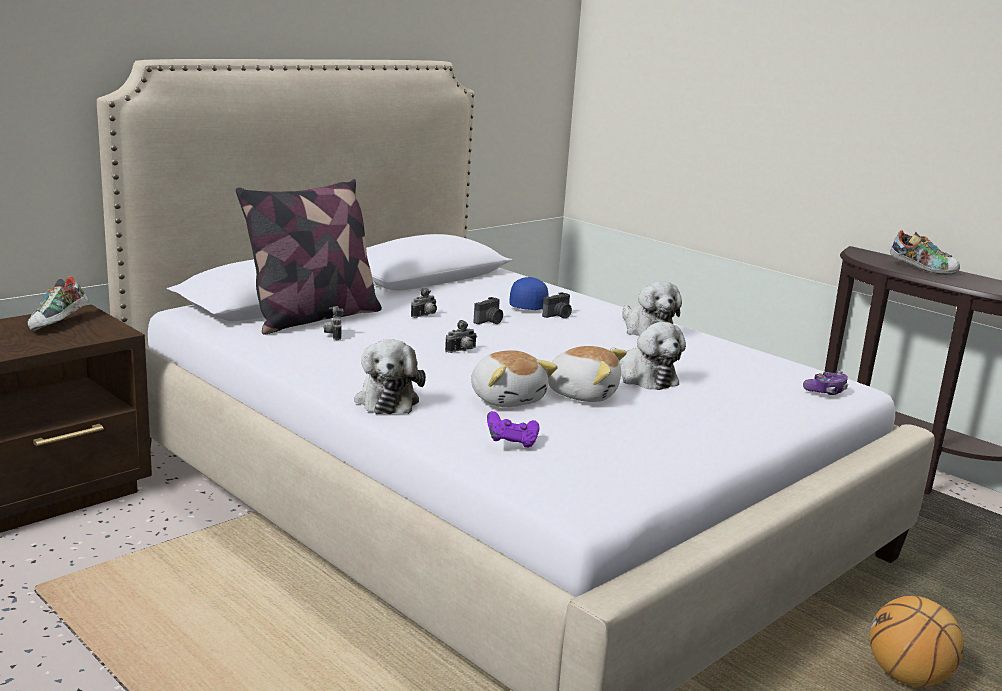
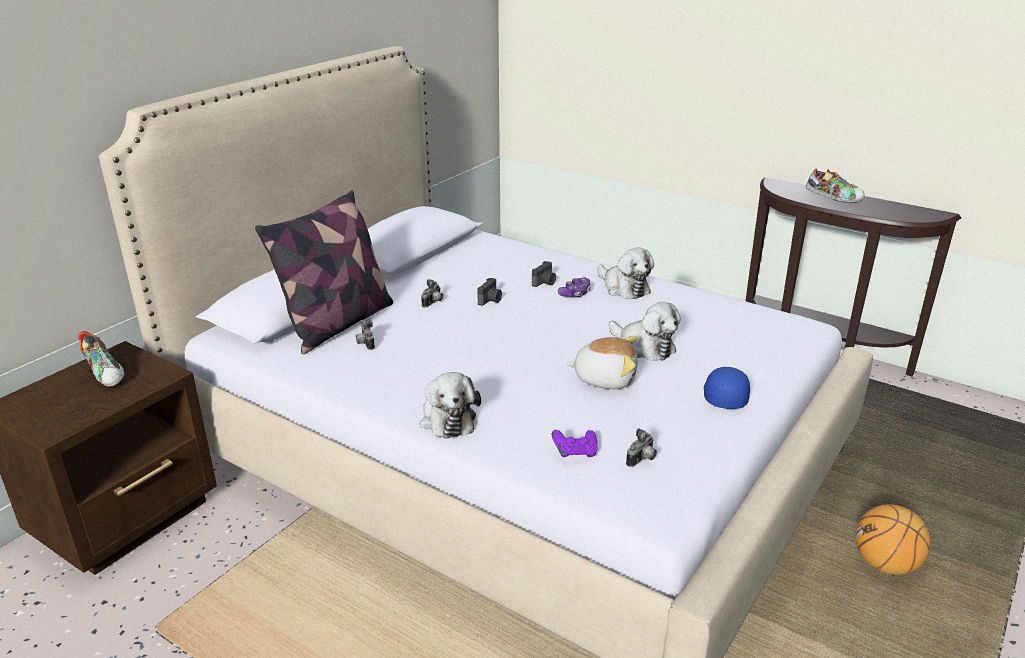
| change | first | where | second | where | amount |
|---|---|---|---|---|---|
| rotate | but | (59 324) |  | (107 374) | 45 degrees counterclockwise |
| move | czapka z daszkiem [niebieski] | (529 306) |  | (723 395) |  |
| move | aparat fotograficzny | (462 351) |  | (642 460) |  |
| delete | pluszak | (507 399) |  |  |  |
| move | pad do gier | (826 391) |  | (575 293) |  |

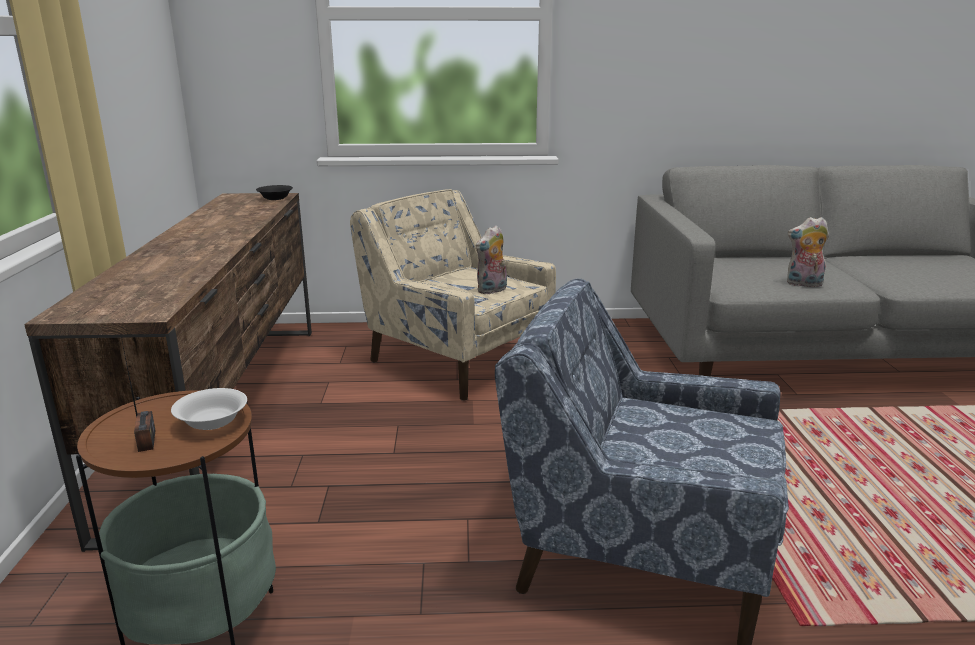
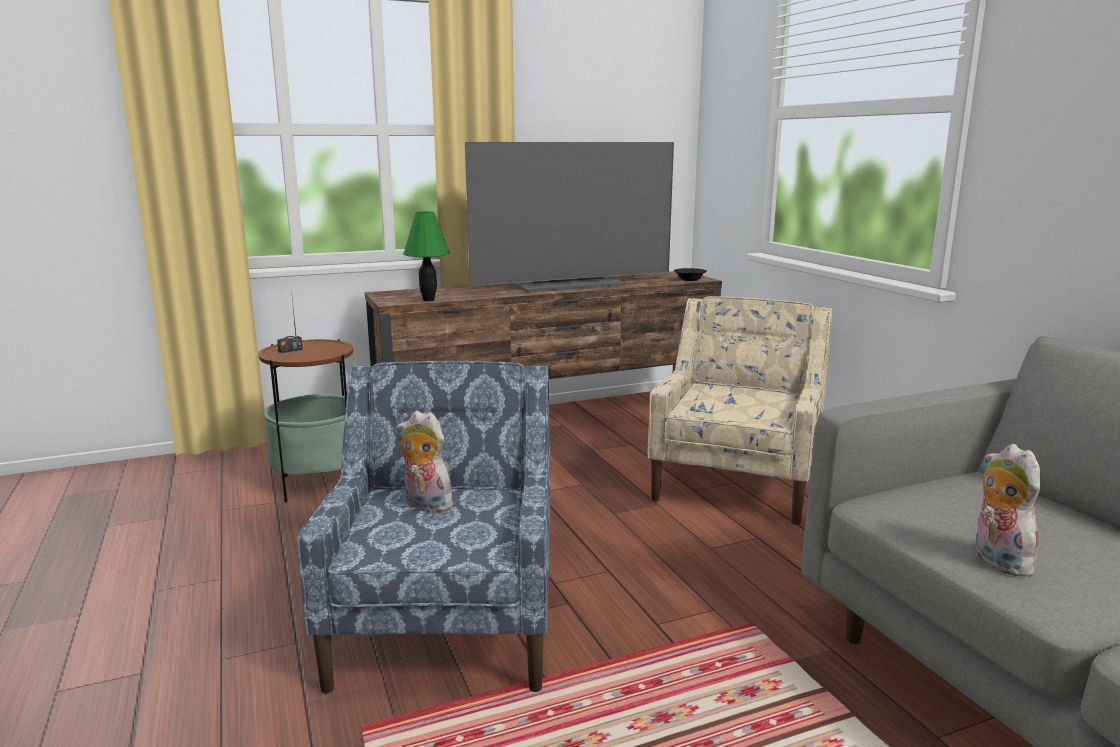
| change | first | where | second | where | amount |
|---|---|---|---|---|---|
| move | pluszak | (492 290) |  | (425 505) |  |
| delete | miska [biały] | (211 421) |  |  |  |
| insert |  |  | telewizor | (569 284) |  |
| insert |  |  | lampa stołowa [zielony] | (428 300) |  |

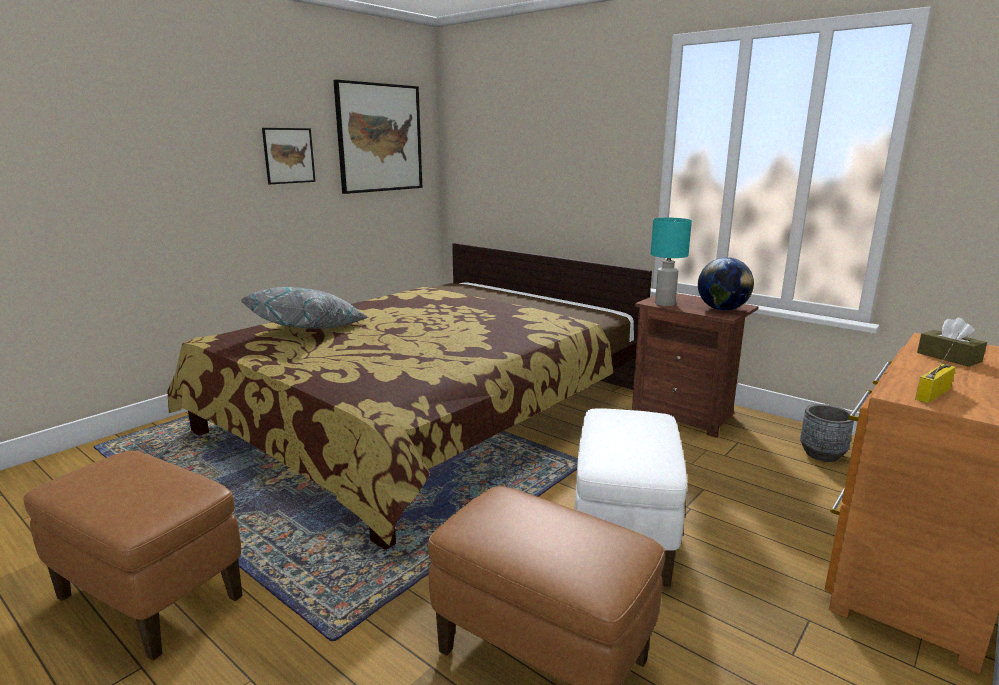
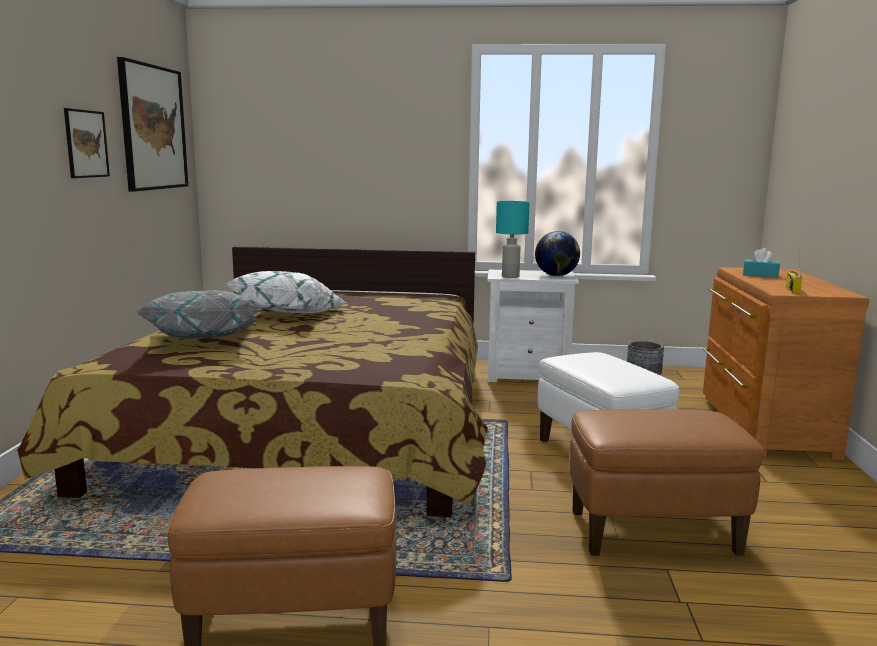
| change | first | where | second | where | amount |
|---|---|---|---|---|---|
| recolor | szafka nocna [brązowy] | (686 414) | szafka nocna [biały] | (528 375) |  |
| recolor | pudełko chusteczek [brązowy] | (948 357) | pudełko chusteczek [turkusowy] | (760 275) |  |
| insert |  |  | poduszka [biały] | (291 314) |  |

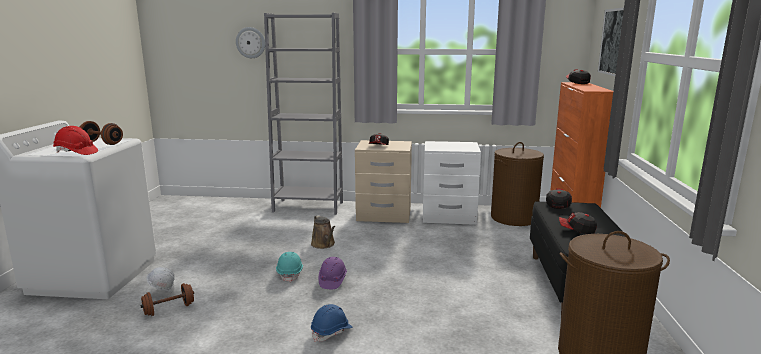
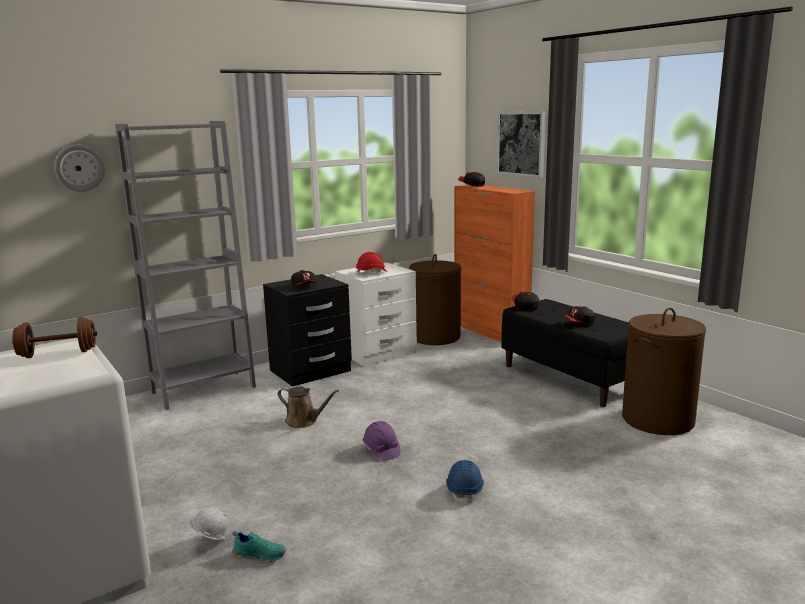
| change | first | where | second | where | amount |
|---|---|---|---|---|---|
| move | kask [czerwony] | (76 153) |  | (372 273) |  |
| recolor | szafka nocna [beżowy] | (384 215) | szafka nocna [czarny] | (311 371) |  |
| delete | kask [turkusowy] | (290 273) |  |  |  |
| replace | hantel [brązowy] | (169 309) | but [turkusowy] | (260 555) |  |

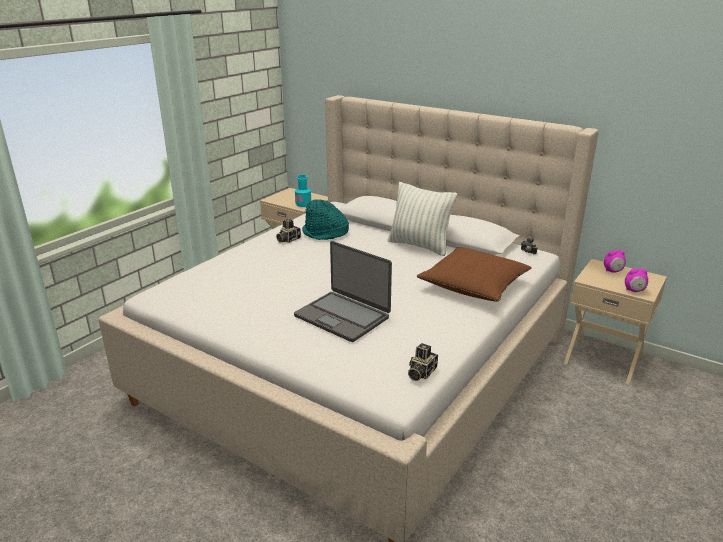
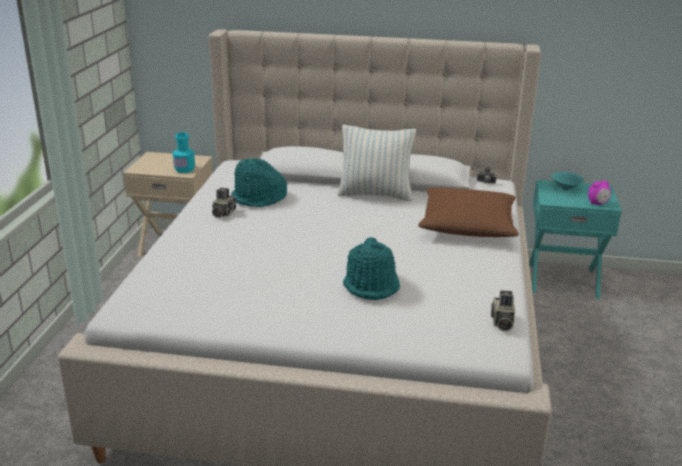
| change | first | where | second | where | amount |
|---|---|---|---|---|---|
| replace | laptop | (342 316) | kapelusz [turkusowy] | (371 285) |  |
| replace | budzik | (613 271) | miska [turkusowy] | (565 188) |  |
| recolor | szafka nocna [beżowy] | (604 358) | szafka nocna [turkusowy] | (562 279) |  |

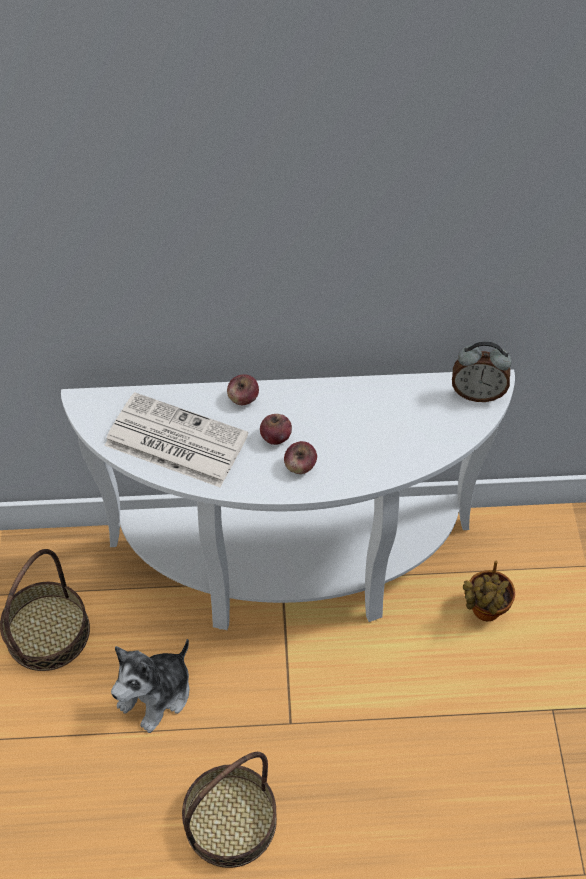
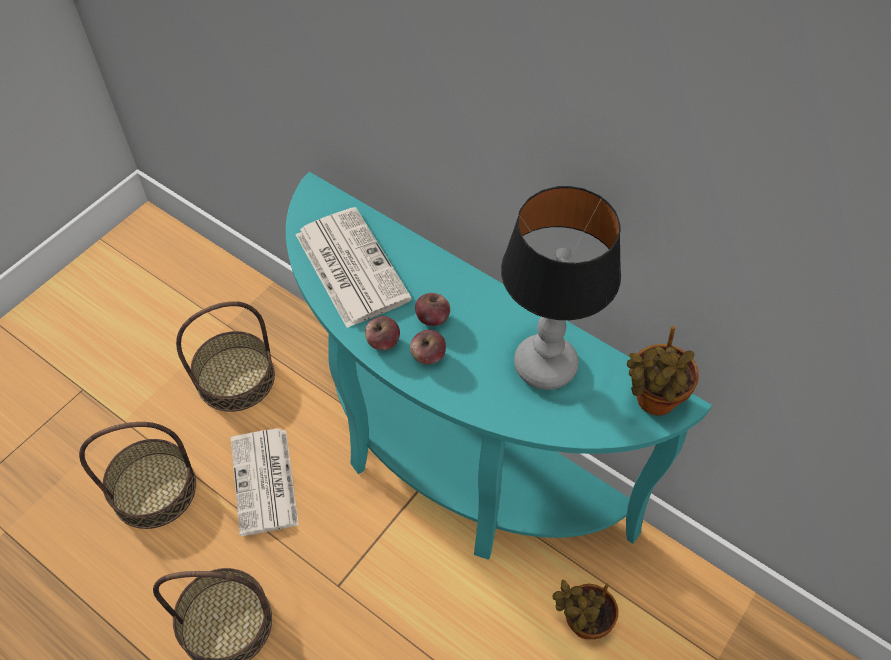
| change | first | where | second | where | amount |
|---|---|---|---|---|---|
| replace | budzik | (477 393) | roślina doniczkowa | (652 402) |  |
| recolor | stolik konsolowy [biały] | (292 571) | stolik konsolowy [turkusowy] | (451 466) |  |
| move | jabłko | (243 398) |  | (383 342) |  |
| replace | pluszak | (157 694) | gazeta | (265 483) |  |
| insert |  |  | lampa stołowa | (545 364) |  |
| insert |  |  | koszyk | (154 489) |  |

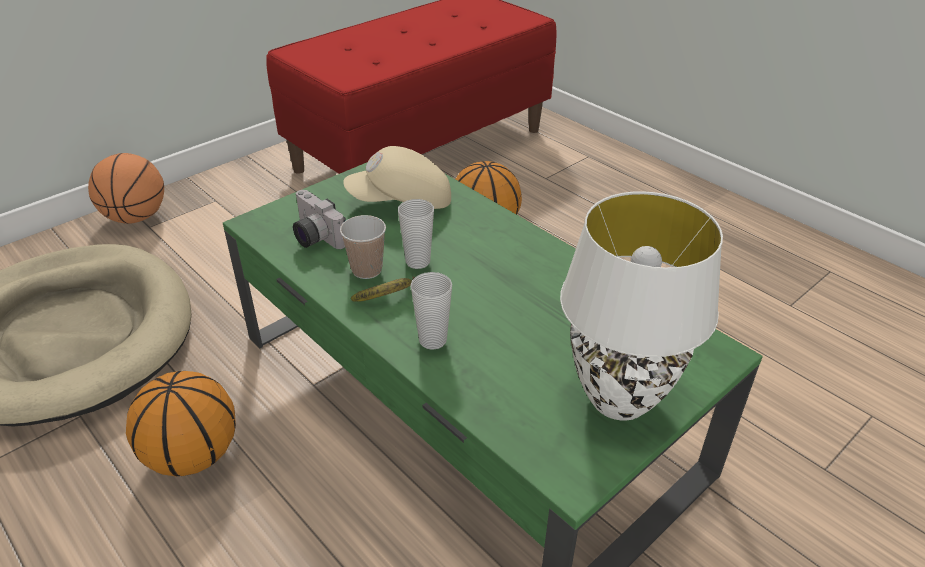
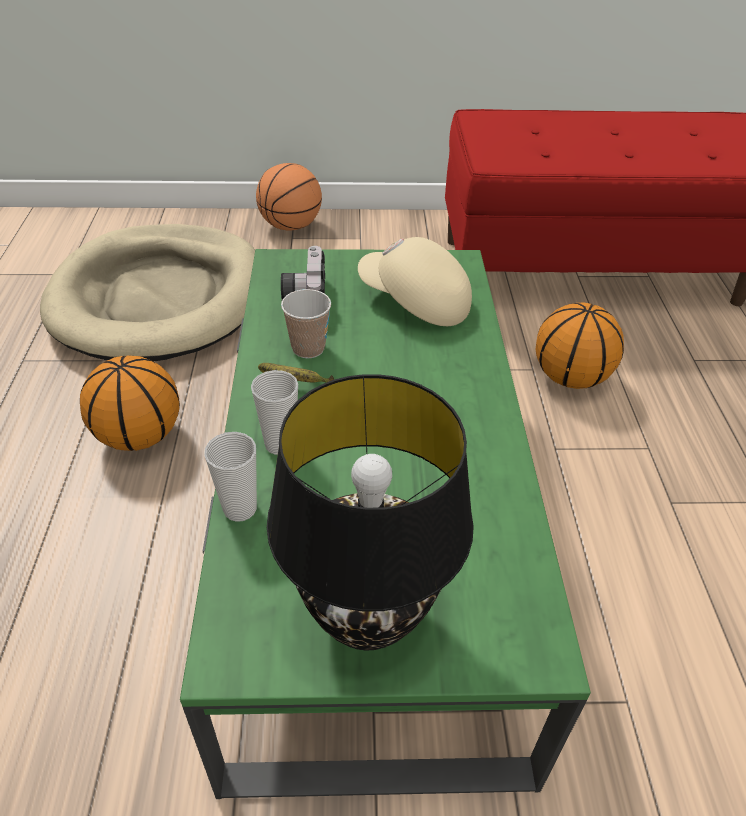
| change | first | where | second | where | amount |
|---|---|---|---|---|---|
| recolor | lampa stołowa [biały] | (619 398) | lampa stołowa [czarny] | (369 616) |  |
| move | filiżanka | (418 261) |  | (240 508) |  |

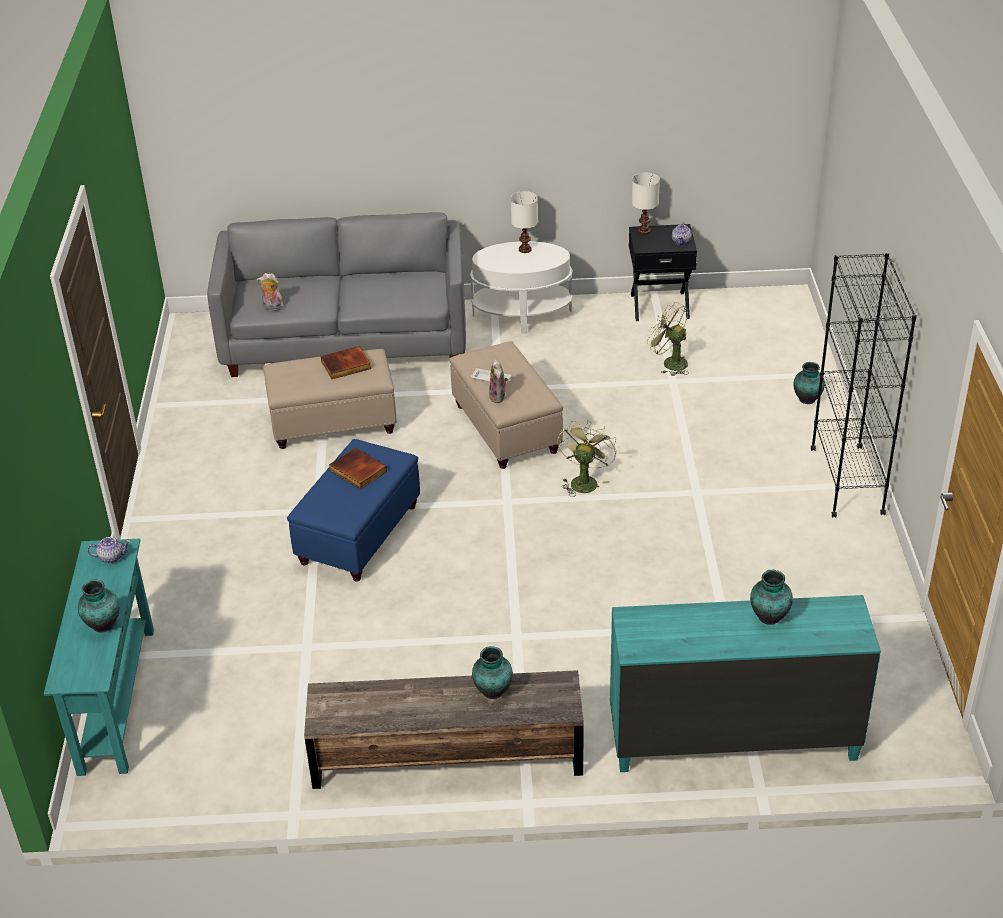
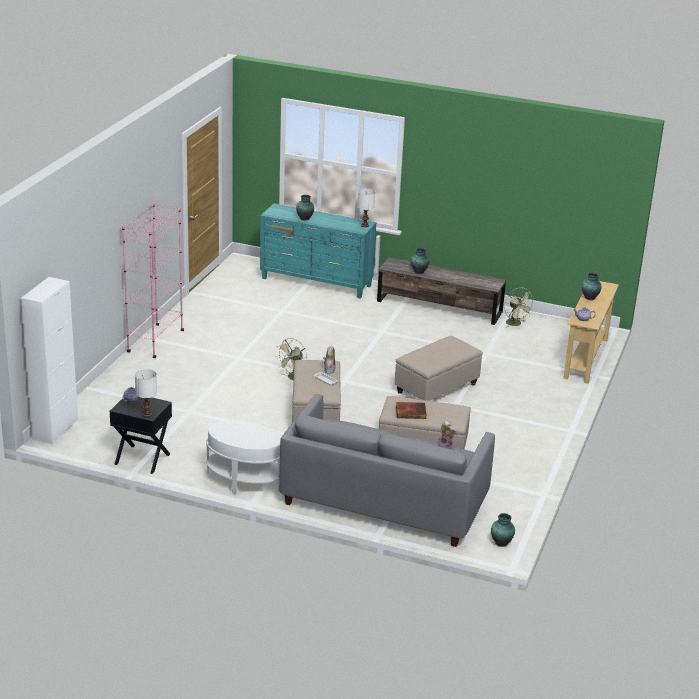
| change | first | where | second | where | amount |
|---|---|---|---|---|---|
| move | lampa stołowa [biały] | (524 249) |  | (365 225) |  |
| recolor | regał [czarny] | (846 480) | regał [różowy] | (155 341) |  |
| move | wentylator [zielony] | (670 362) |  | (516 324) |  |
| move | wazon | (807 399) |  | (501 542) |  |
| recolor | pufa [niebieski] | (358 535) | pufa [beżowy] | (437 388) |  |
| delete | książka | (357 471) |  |  |  |
| recolor | stolik konsolowy [turkusowy] | (116 699) | stolik konsolowy [beżowy] | (586 358) |  |
| insert |  |  | szafka [biały] | (55 429) |  |

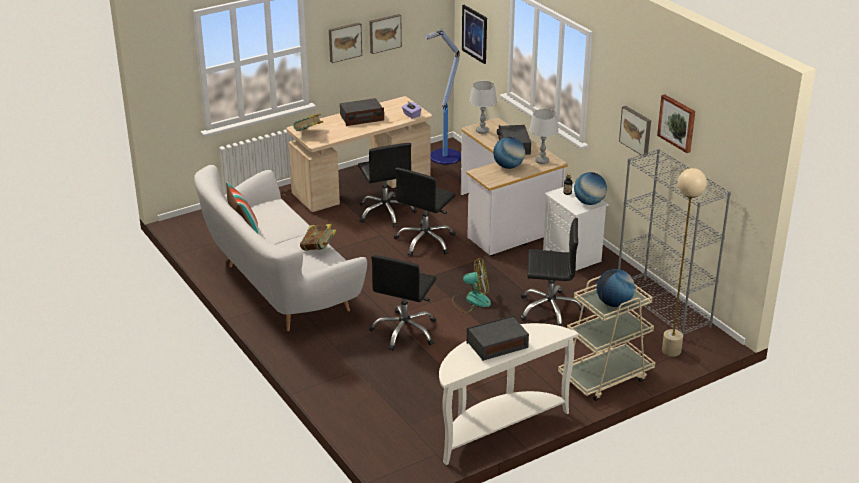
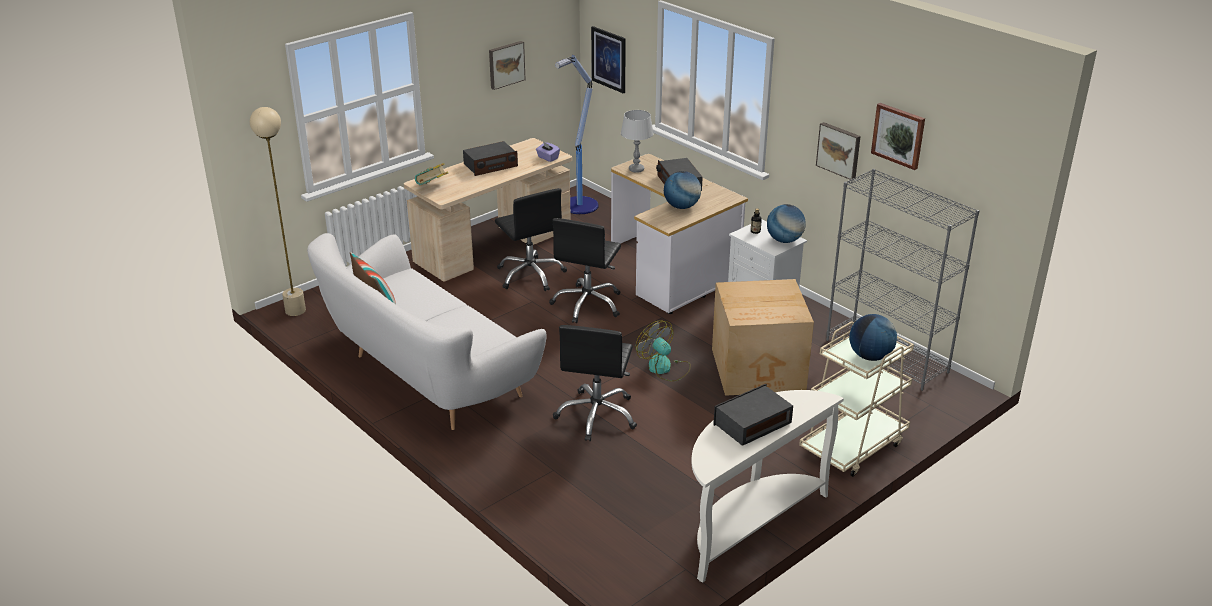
| change | first | where | second | where | amount |
|---|---|---|---|---|---|
| delete | obraz | (344 42) |  |  |  |
| delete | lampa stołowa [szary] | (542 161) |  |  |  |
| move | lampa stojąca [beżowy] | (671 351) |  | (295 311) |  |
| replace | krzesło biurowe [czarny] | (550 309) | karton | (759 370) |  |
| delete | książka | (318 249) |  |  |  |
| rotate | wentylator | (471 300) |  | (664 368) | 120 degrees counterclockwise |

